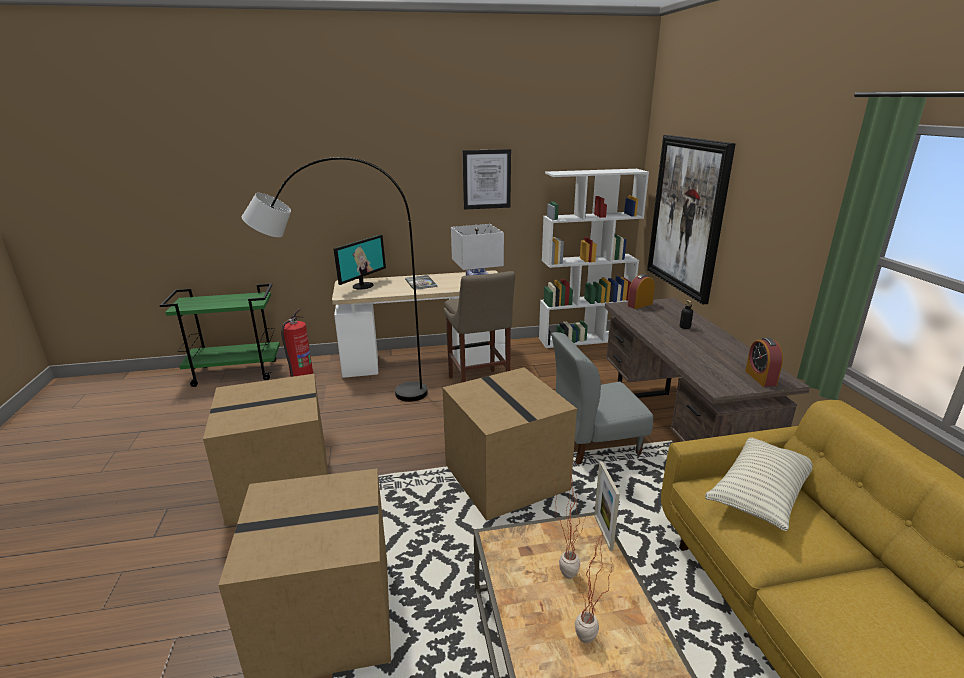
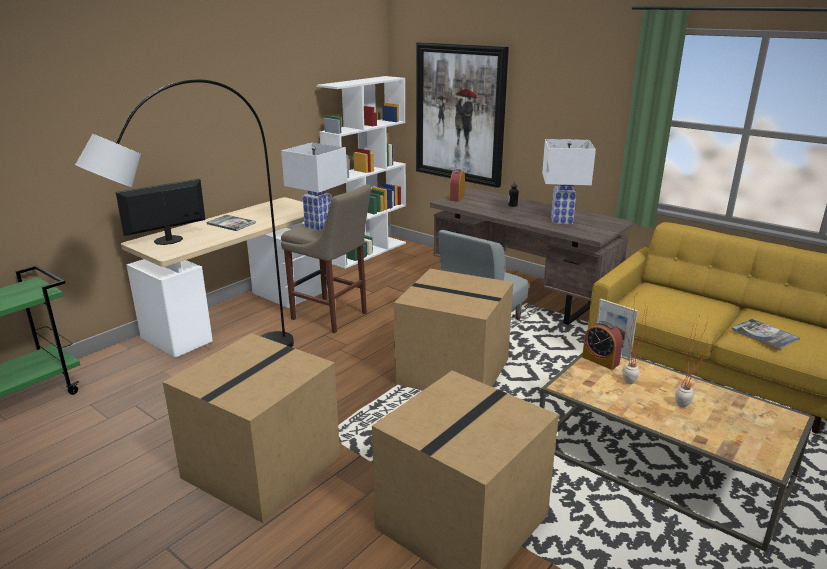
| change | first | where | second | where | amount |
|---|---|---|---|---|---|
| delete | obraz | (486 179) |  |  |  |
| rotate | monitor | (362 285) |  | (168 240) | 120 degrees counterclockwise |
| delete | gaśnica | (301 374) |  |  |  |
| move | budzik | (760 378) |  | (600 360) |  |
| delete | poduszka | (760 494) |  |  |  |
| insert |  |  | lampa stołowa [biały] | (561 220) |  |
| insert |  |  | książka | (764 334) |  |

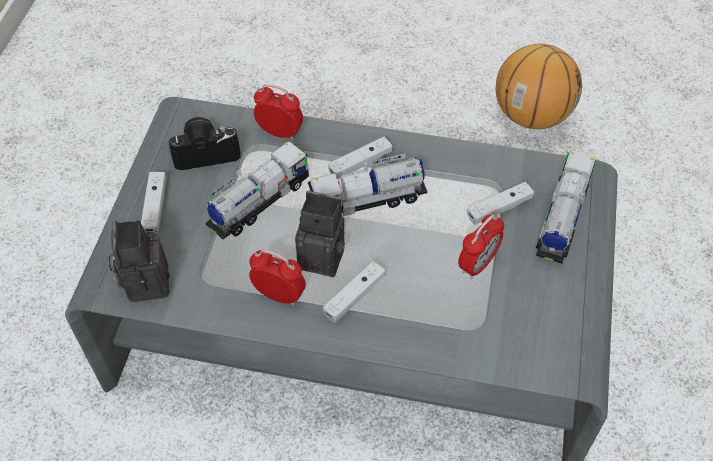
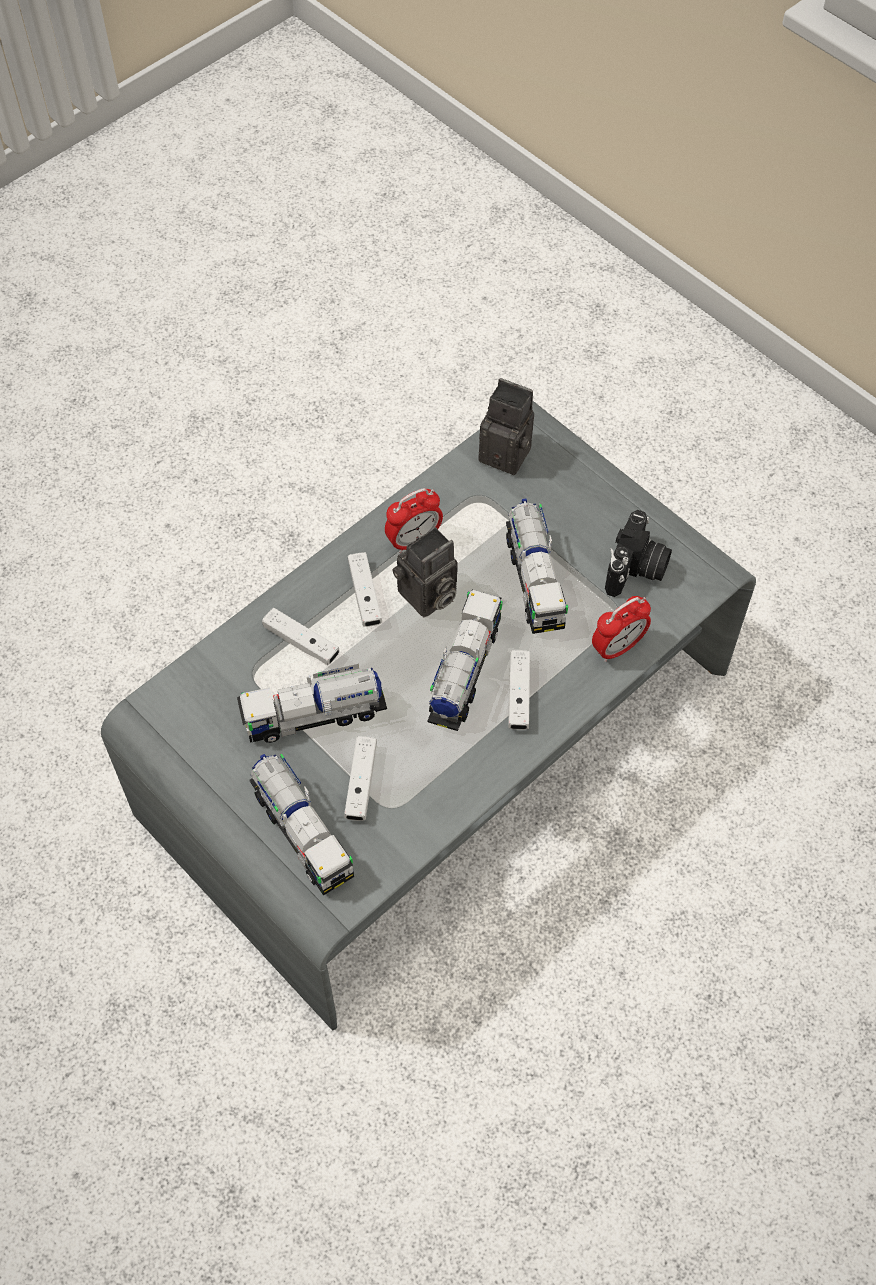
| change | first | where | second | where | amount |
|---|---|---|---|---|---|
| delete | piłka do koszykówki | (531 115) |  |  |  |
| move | pad do gier [biały] | (155 207) |  | (301 642) |  |
| replace | budzik | (477 264) | ciężarówka zabawkowa | (314 716) |  |

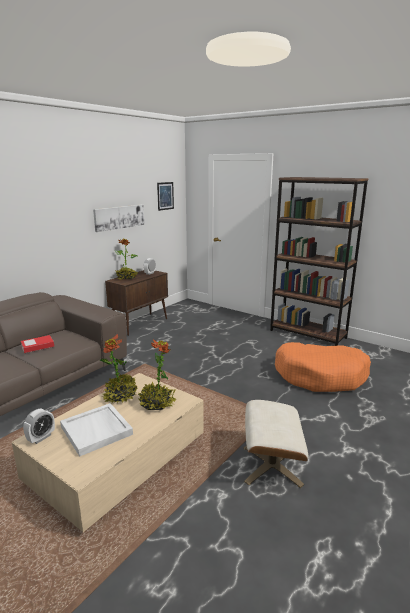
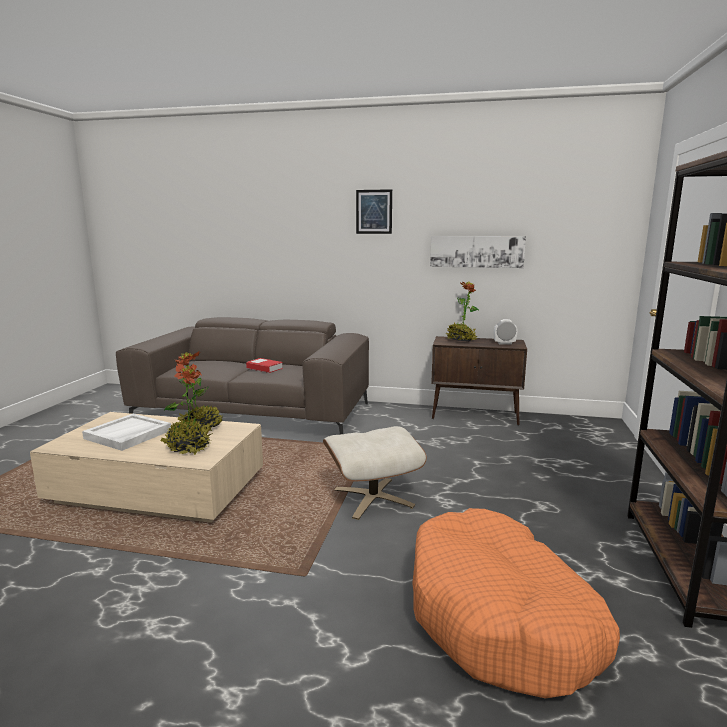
| change | first | where | second | where | amount |
|---|---|---|---|---|---|
| move | obraz | (165 196) |  | (374 211) |  |
| move | pufa [beżowy] | (271 465) |  | (373 497) |  |
| delete | budzik | (41 437) |  |  |  |

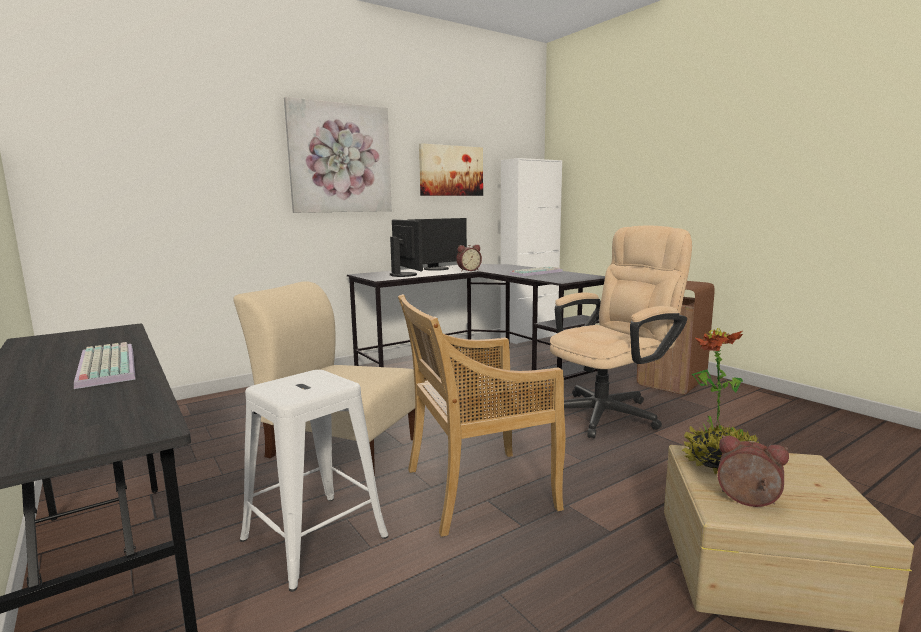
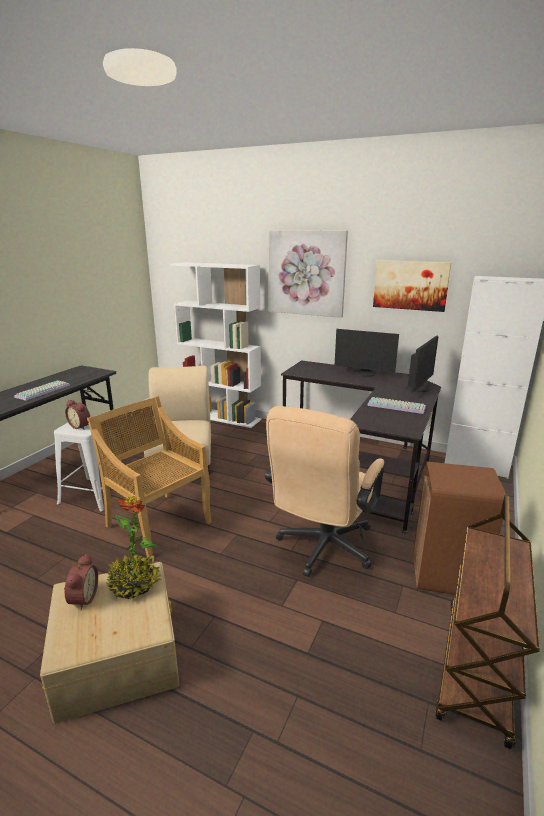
| change | first | where | second | where | amount |
|---|---|---|---|---|---|
| move | monitor | (404 275) |  | (419 388) |  |
| rotate | krzesło biurowe [beżowy] | (610 412) |  | (322 550) | 90 degrees clockwise |
| move | budzik | (468 270) |  | (81 426) |  |
| insert |  |  | regał [biały] | (222 416) |  |
| insert |  |  | wózek [brązowy] | (477 670) |  |

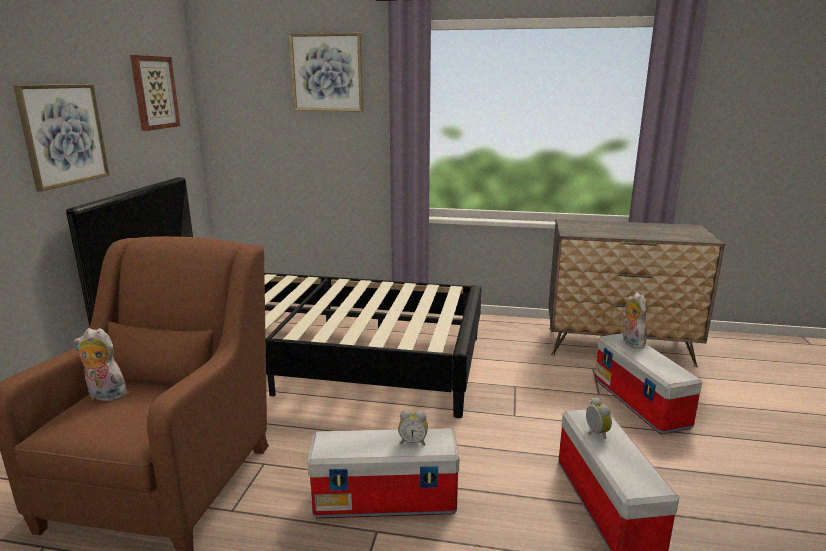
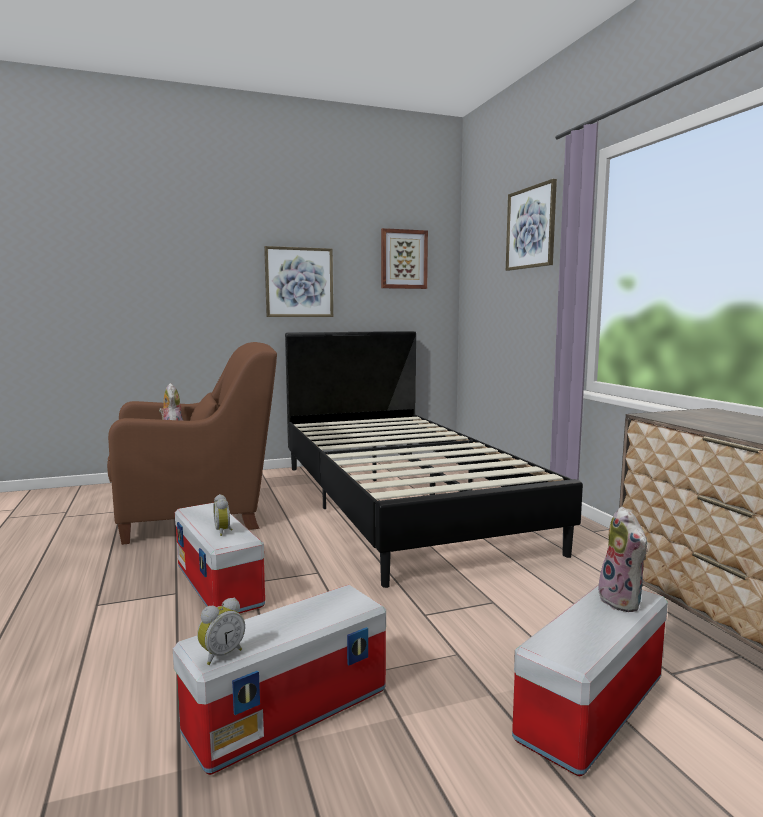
| change | first | where | second | where | amount |
|---|---|---|---|---|---|
| rotate | pluszak | (631 342) |  | (623 601) | 120 degrees clockwise |
| move | budzik | (595 433) |  | (221 654) |  |

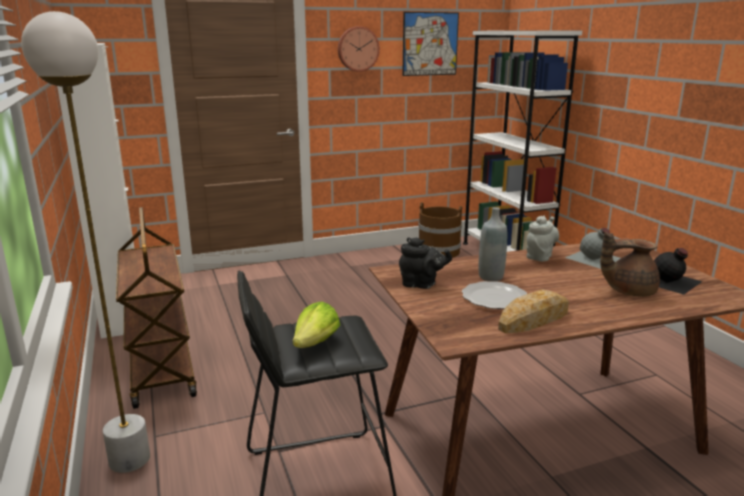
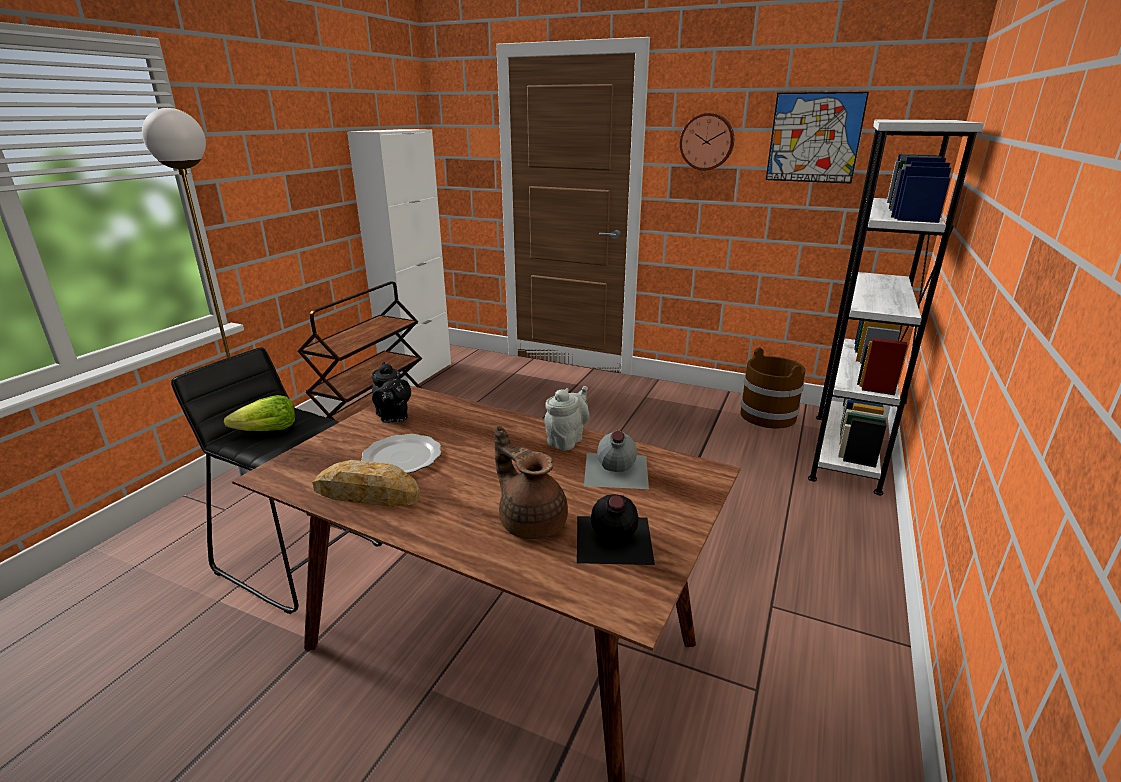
| change | first | where | second | where | amount |
|---|---|---|---|---|---|
| delete | butelka [szary] | (490 277) |  |  |  |
| rotate | imbryk [szary] | (540 256) |  | (567 440) | 45 degrees counterclockwise |

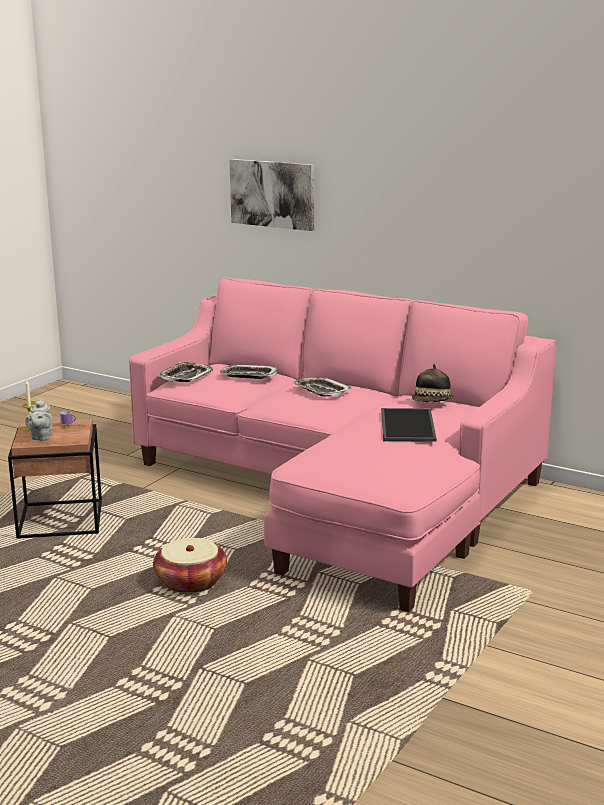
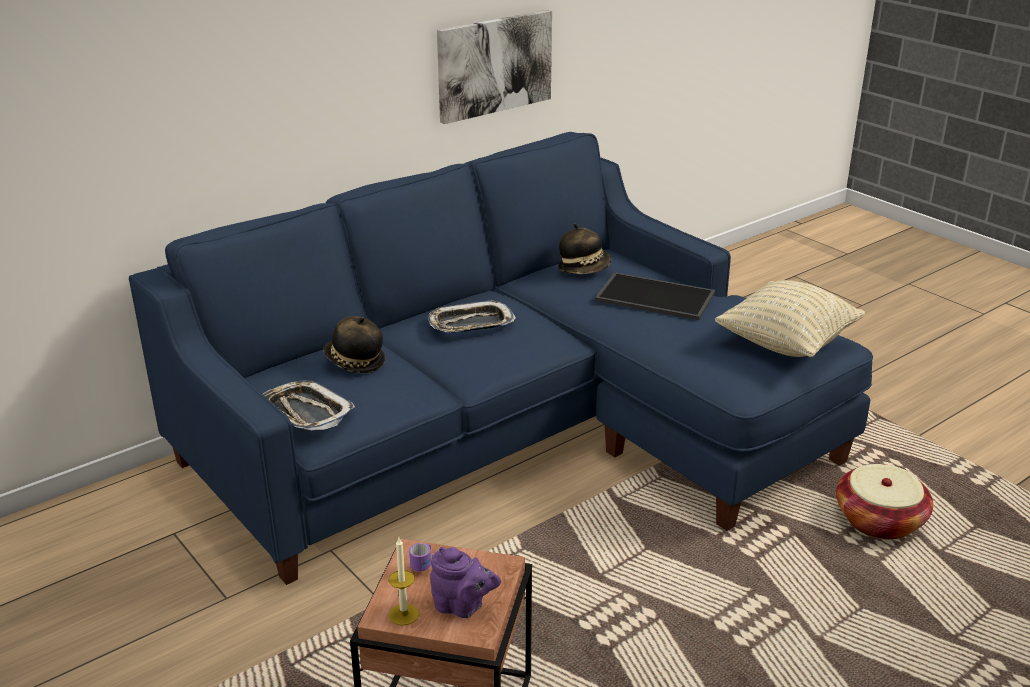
| change | first | where | second | where | amount |
|---|---|---|---|---|---|
| move | obraz | (272 194) |  | (494 65) |  |
| recolor | kanapa [różowy] | (341 491) | kanapa [niebieski] | (513 432) |  |
| replace | taca | (248 376) | kapelusz | (354 362) |  |
| recolor | imbryk [szary] | (41 437) | imbryk [fioletowy] | (462 606) |  |
| move | koszyk | (190 582) |  | (879 521) |  |
| insert |  |  | poduszka [beżowy] | (786 344) |  |

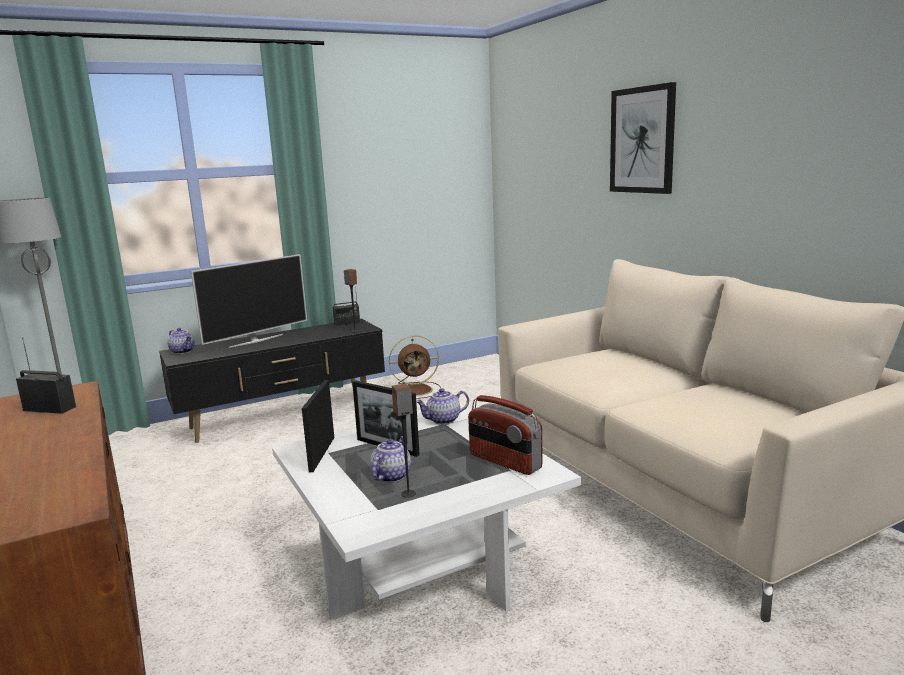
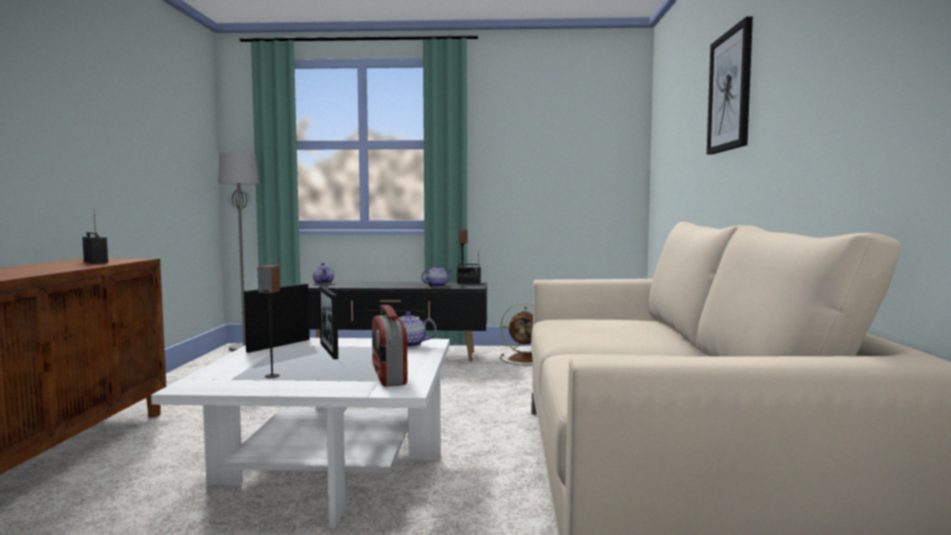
| change | first | where | second | where | amount |
|---|---|---|---|---|---|
| delete | telewizor | (256 341) |  |  |  |
| move | imbryk | (391 476) |  | (436 286) |  |

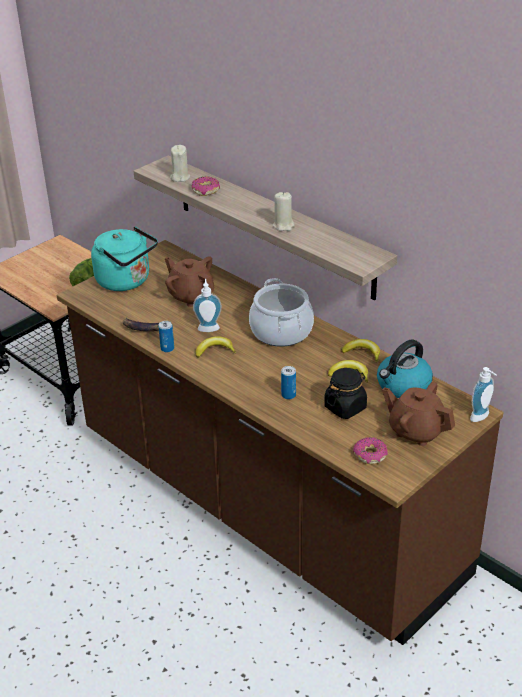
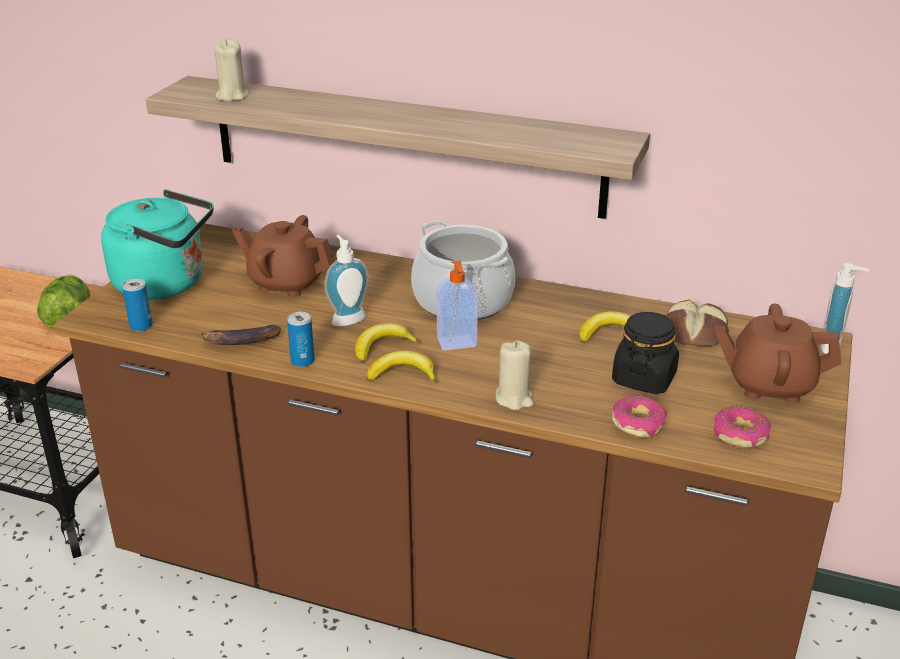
| change | first | where | second | where | amount |
|---|---|---|---|---|---|
| move | donut | (206 190) |  | (638 424) |  |
| move | świeca [beżowy] | (283 226) |  | (514 399) |  |
| move | banan | (362 353) |  | (403 375) |  |
| replace | czajnik | (403 386) | chleb | (695 332) |  |
| move | puszka | (288 395) |  | (141 326) |  |
| insert |  |  | dozownik mydła | (457 343) |  |

